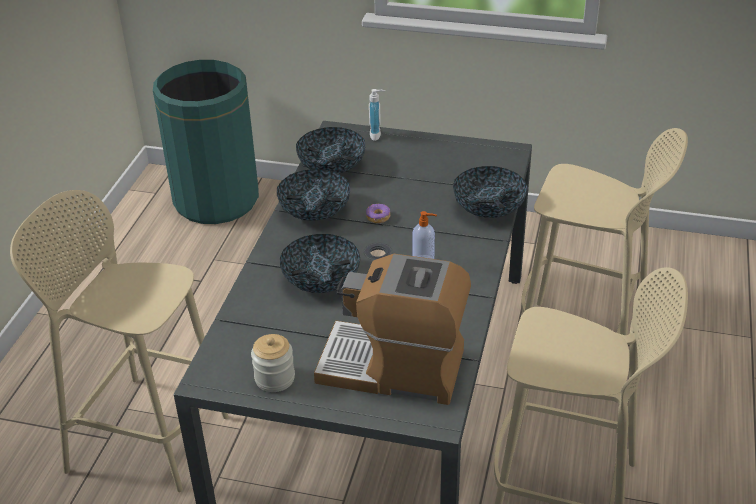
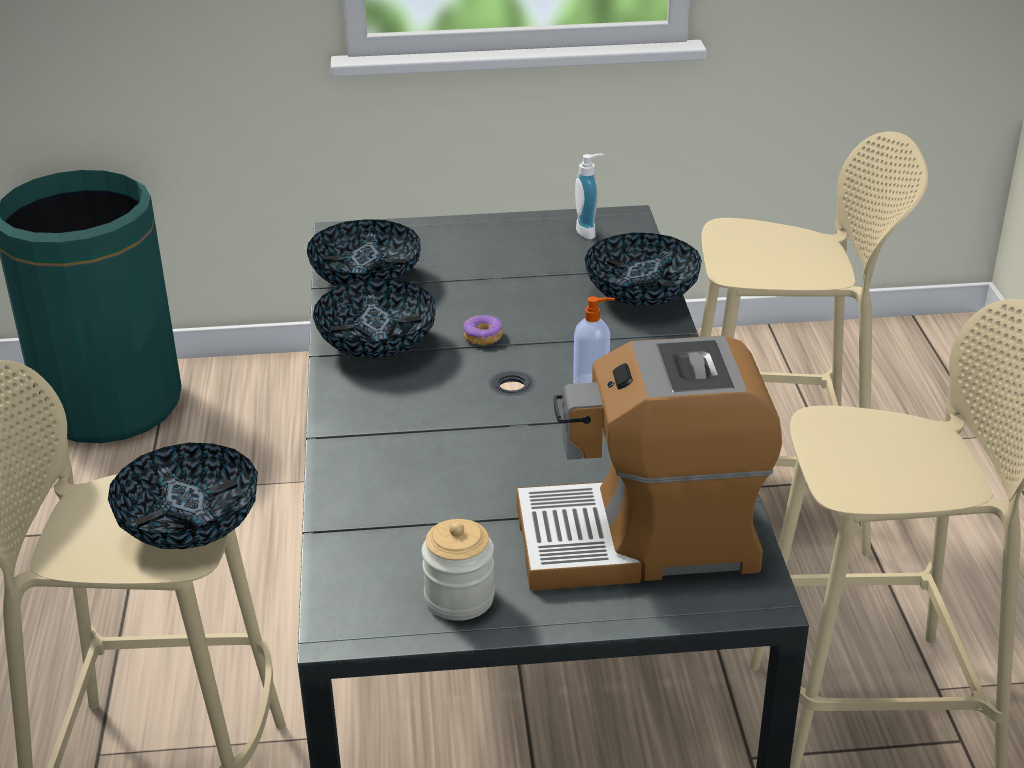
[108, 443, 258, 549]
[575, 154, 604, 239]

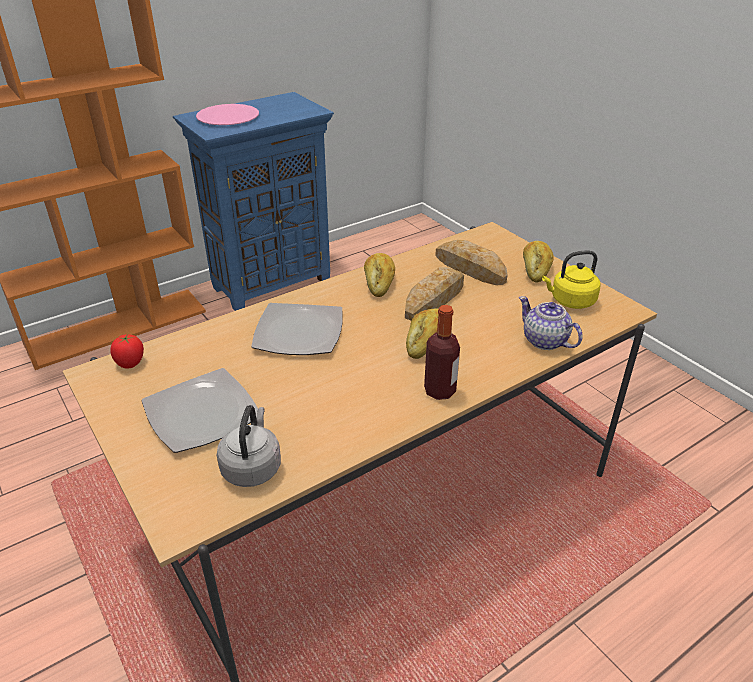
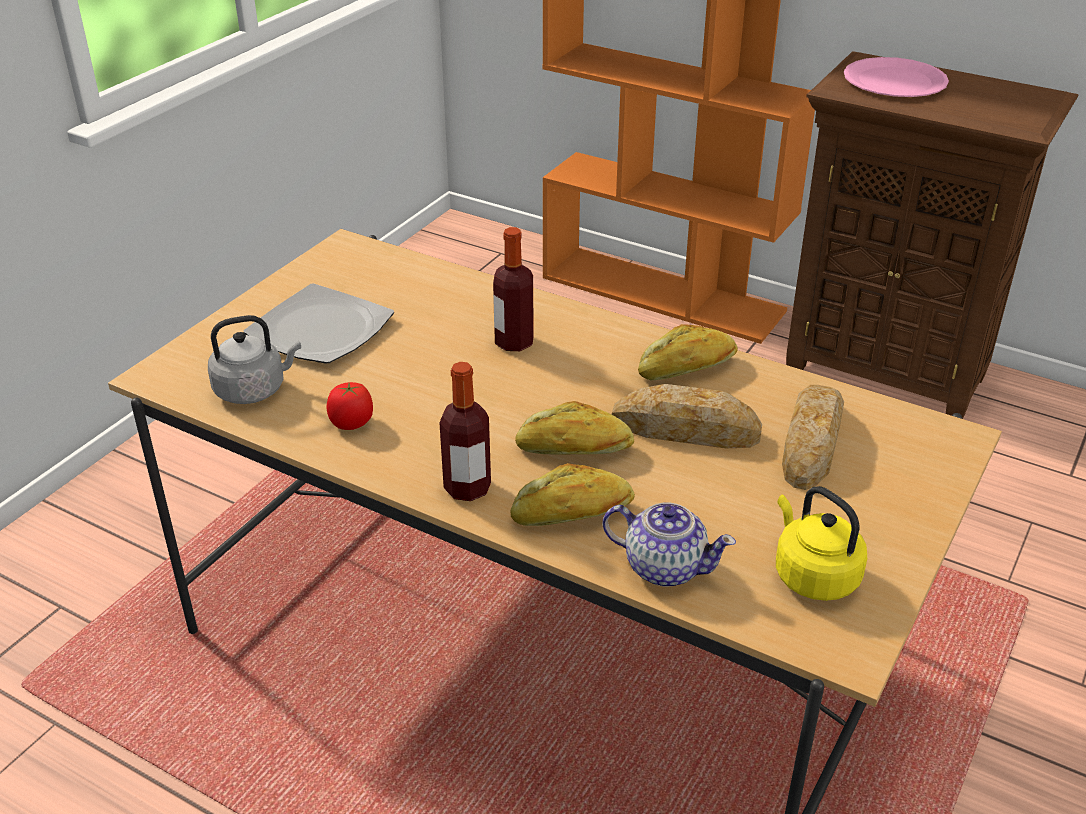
[326, 382, 373, 430]
[510, 463, 635, 526]
[493, 227, 534, 351]
[786, 51, 1079, 419]
[603, 503, 736, 586]

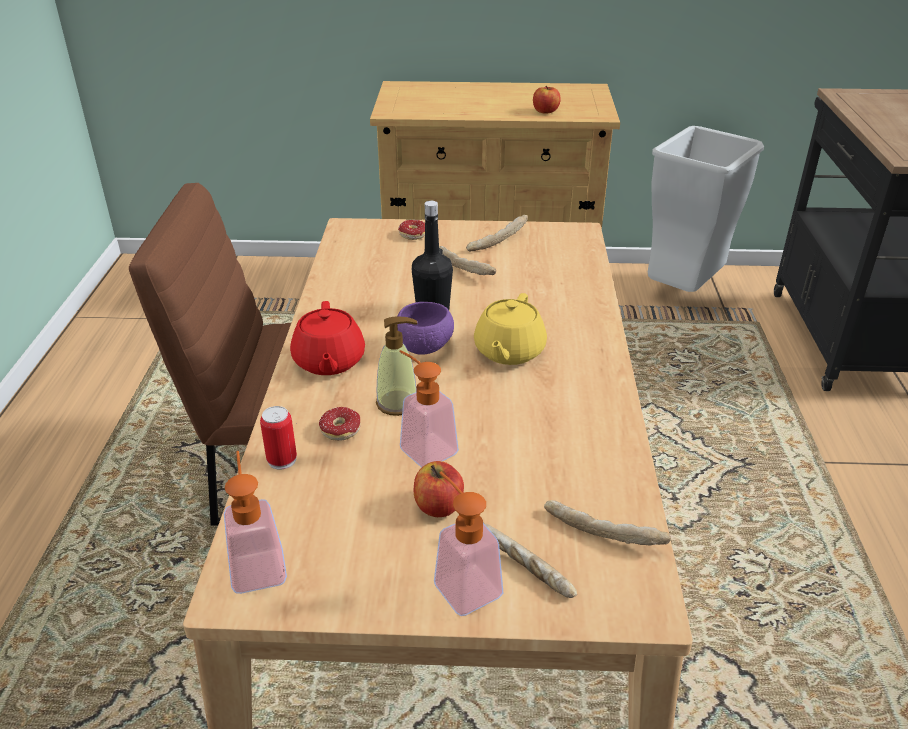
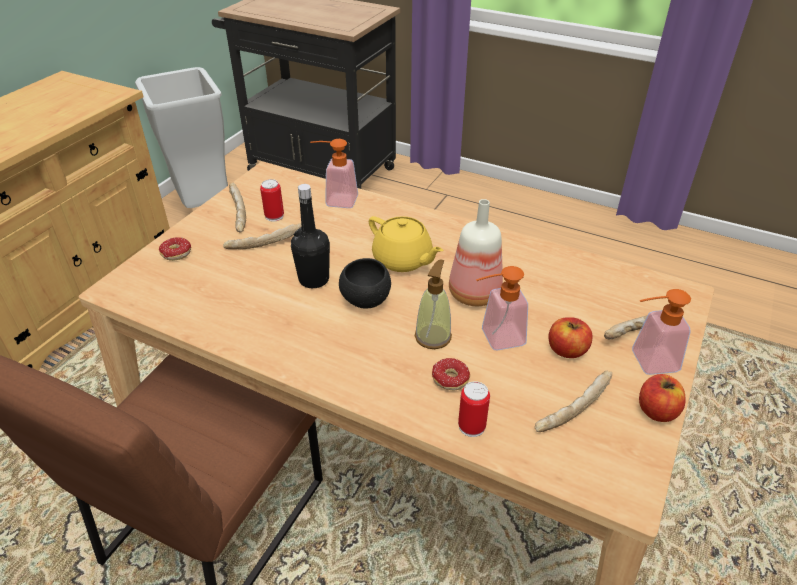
[290, 301, 365, 375] (first image)
[260, 179, 284, 222]
[449, 199, 503, 306]
[310, 139, 358, 208]
[639, 374, 686, 422]
[534, 371, 612, 432]
[339, 258, 391, 309]

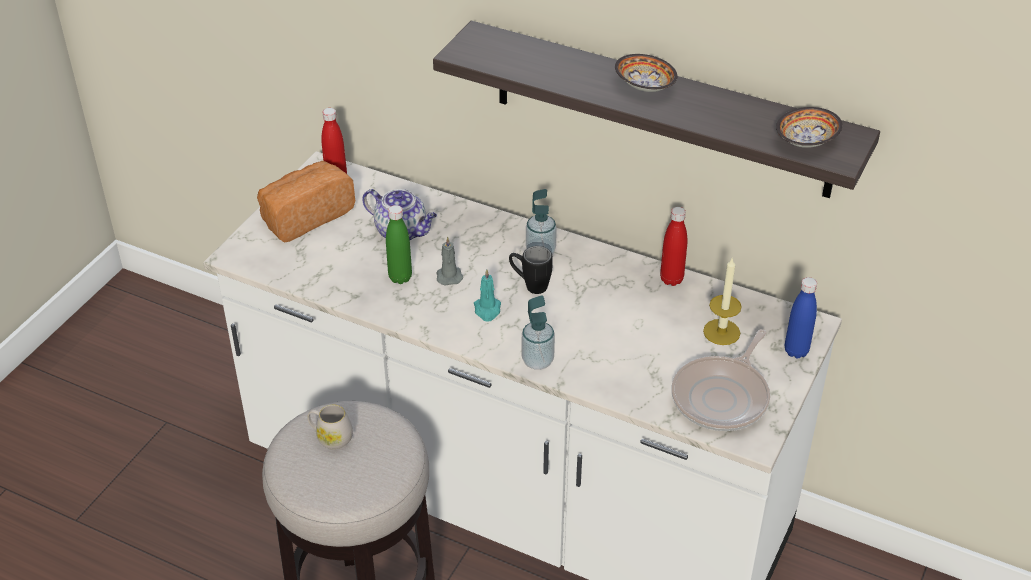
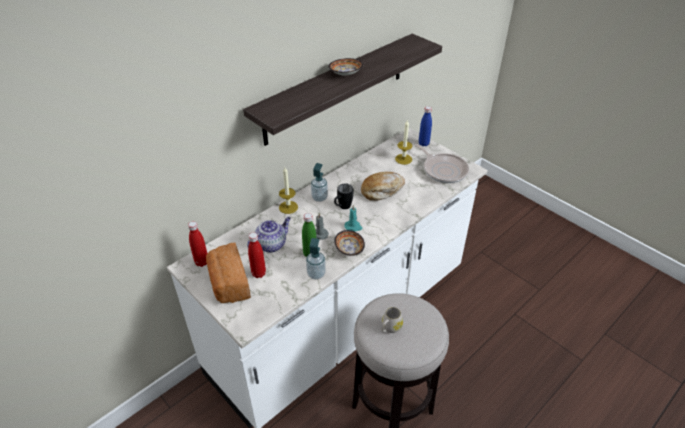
[279, 168, 298, 214]
[361, 172, 405, 201]
[306, 238, 326, 279]
[248, 232, 266, 278]
[334, 230, 365, 256]

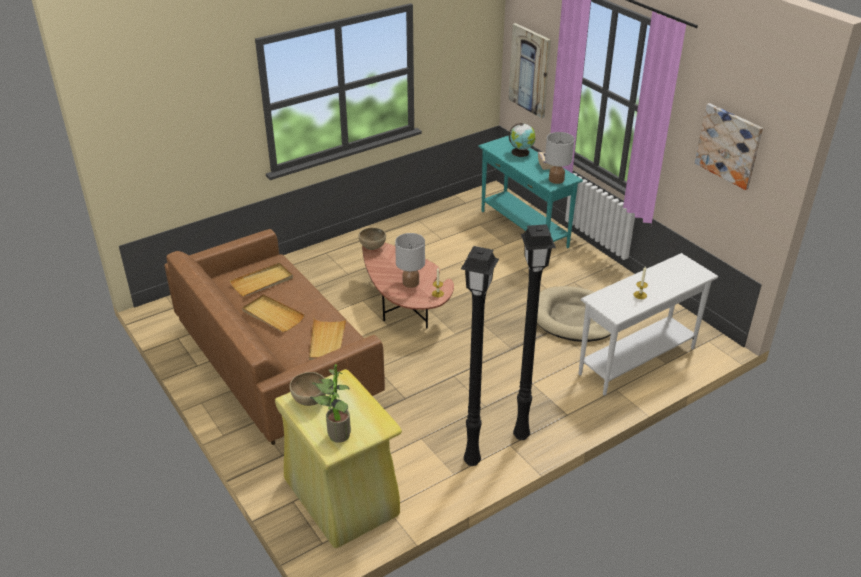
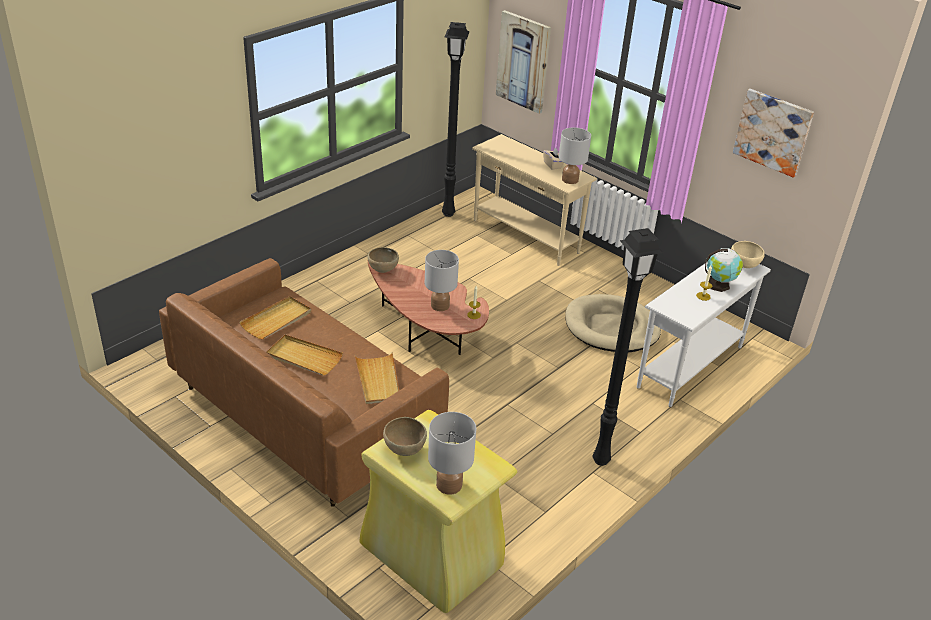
[731, 241, 765, 268]
[442, 22, 470, 217]
[705, 248, 743, 292]
[428, 412, 476, 495]
[472, 134, 597, 266]

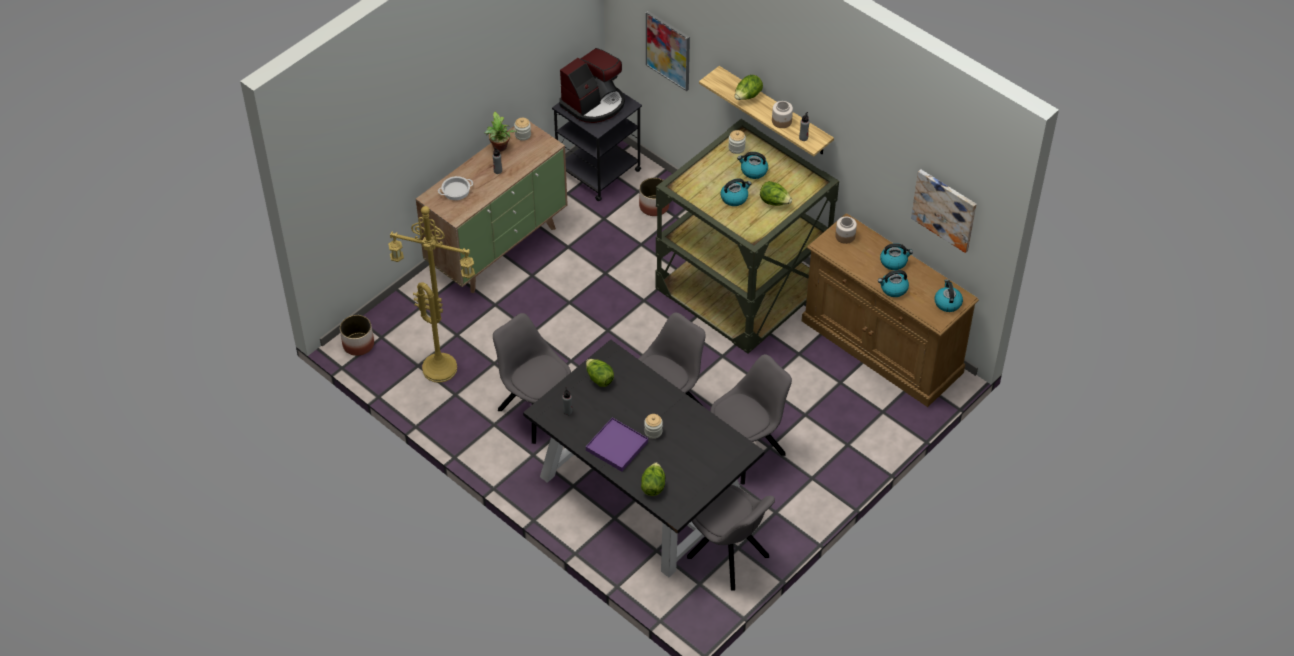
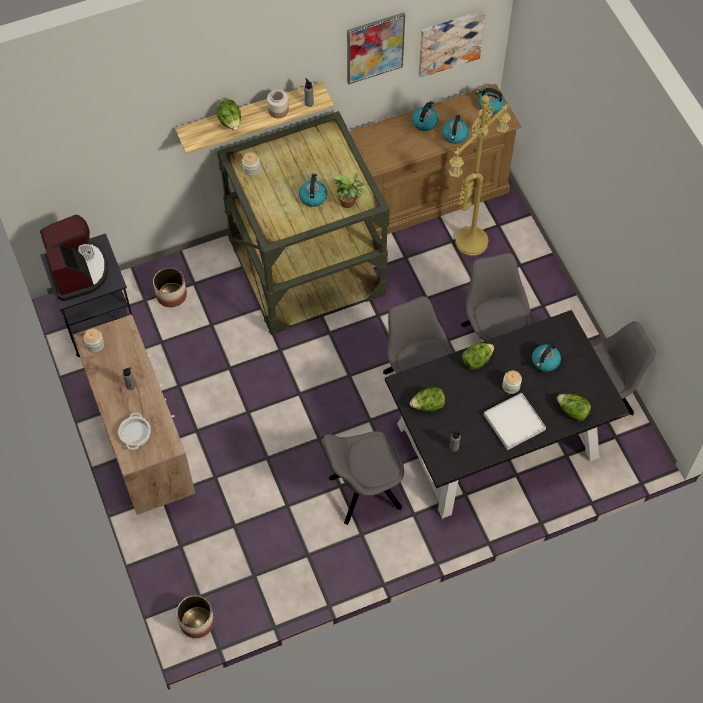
[835, 217, 857, 244] (first image)
[448, 95, 511, 256]
[333, 173, 365, 208]
[347, 12, 405, 84]
[532, 343, 561, 372]
[462, 343, 494, 370]
[484, 393, 546, 450]

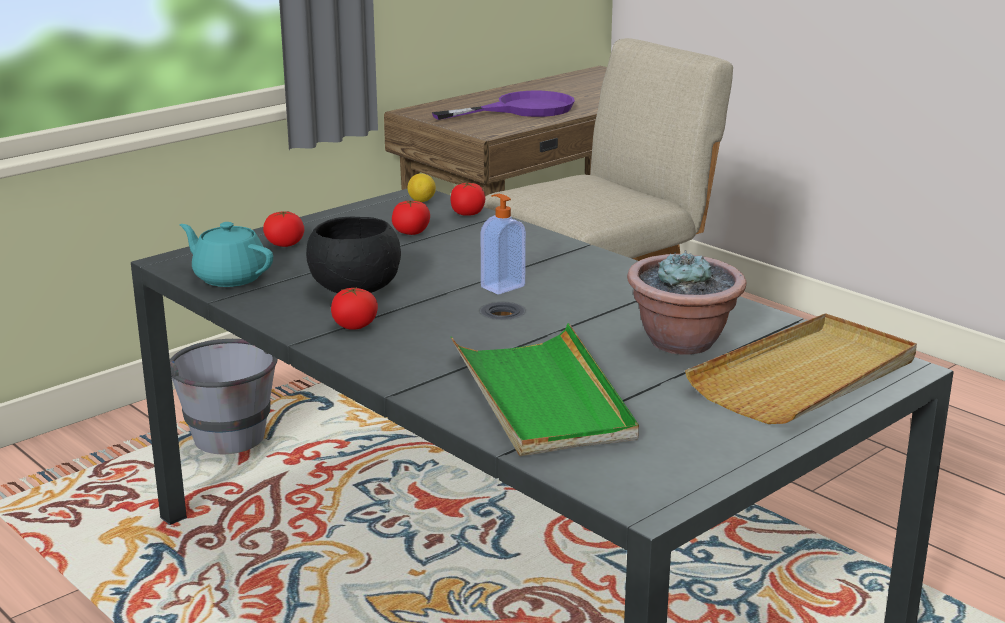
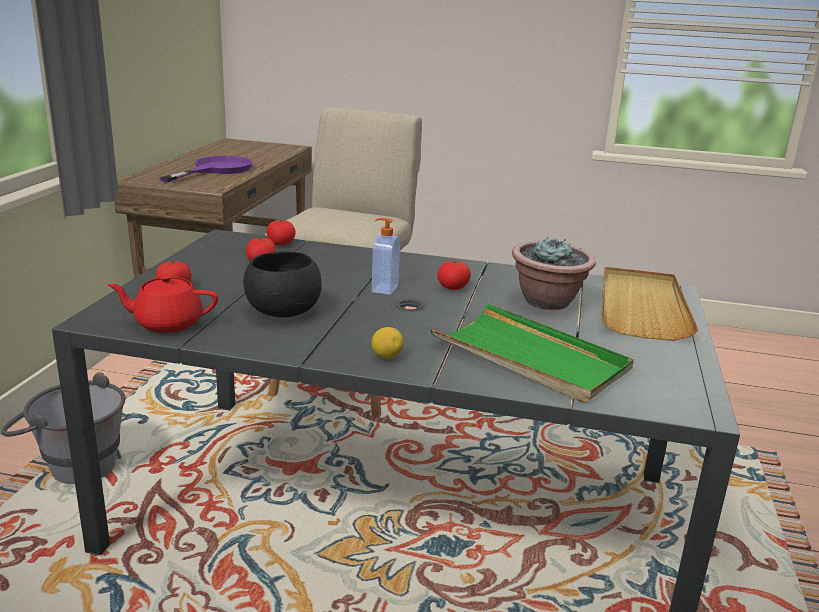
[437, 260, 471, 290]
[371, 327, 404, 359]
[108, 274, 218, 333]

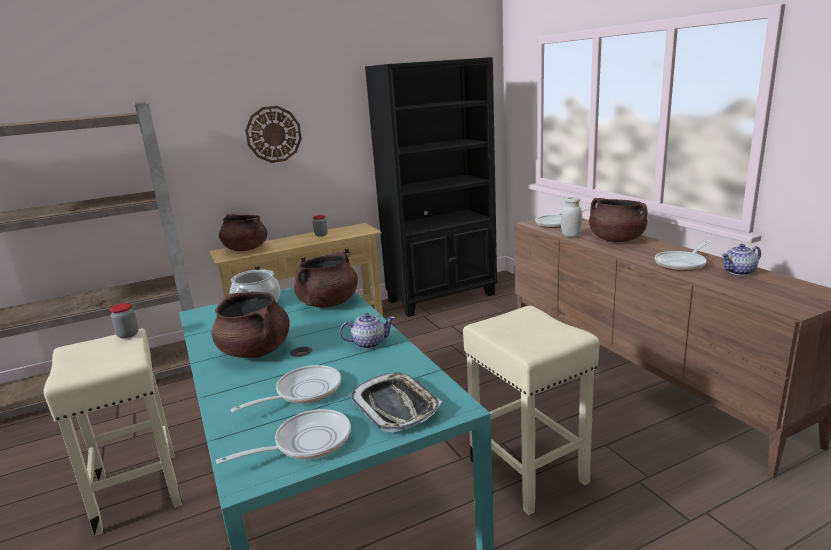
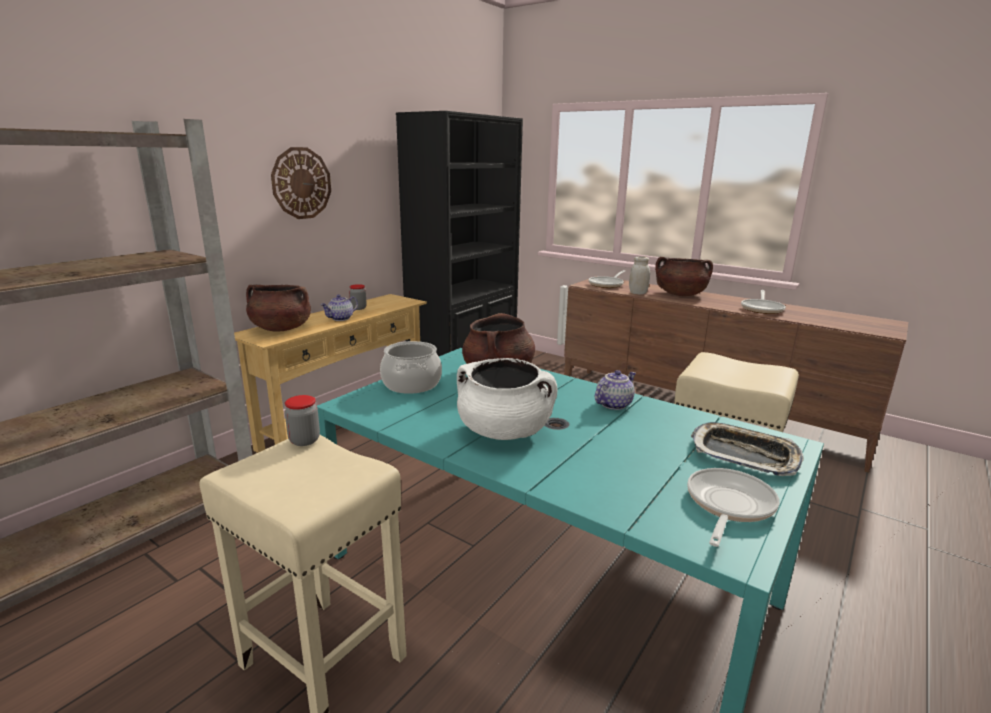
[231, 365, 341, 412] (first image)
[320, 294, 358, 321]
[457, 358, 558, 440]

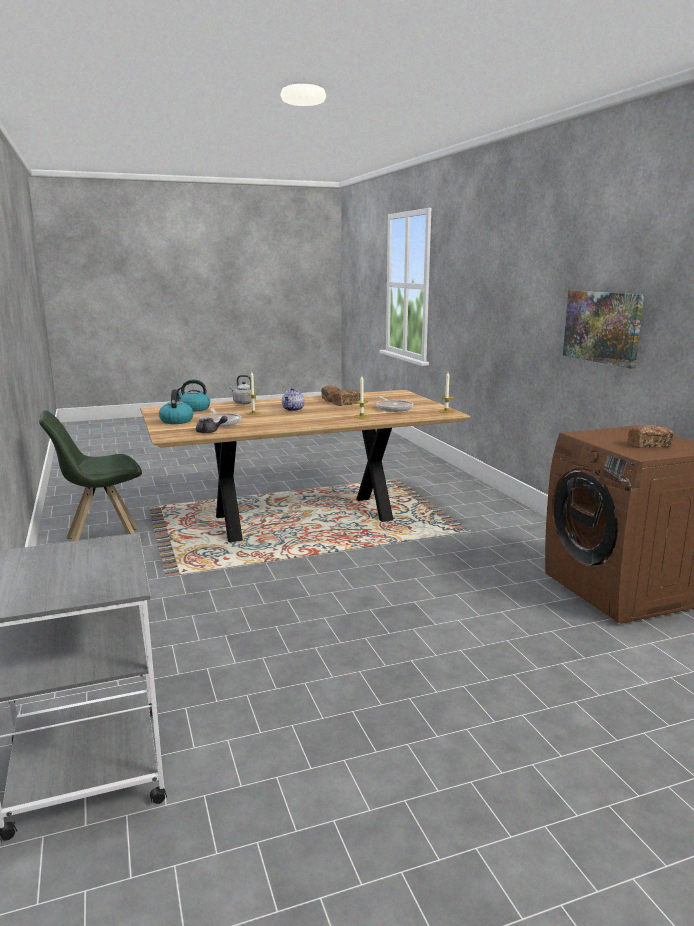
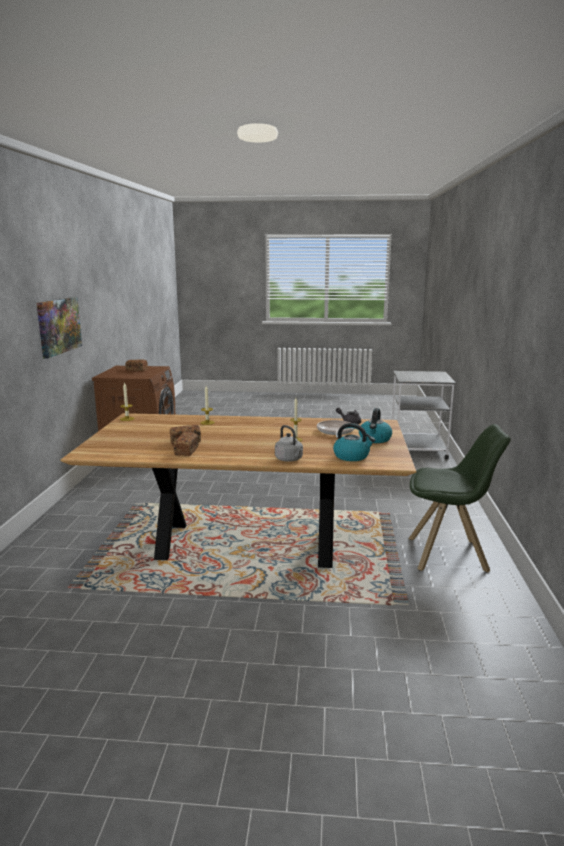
[282, 388, 305, 411] (first image)
[376, 396, 413, 412] (first image)

